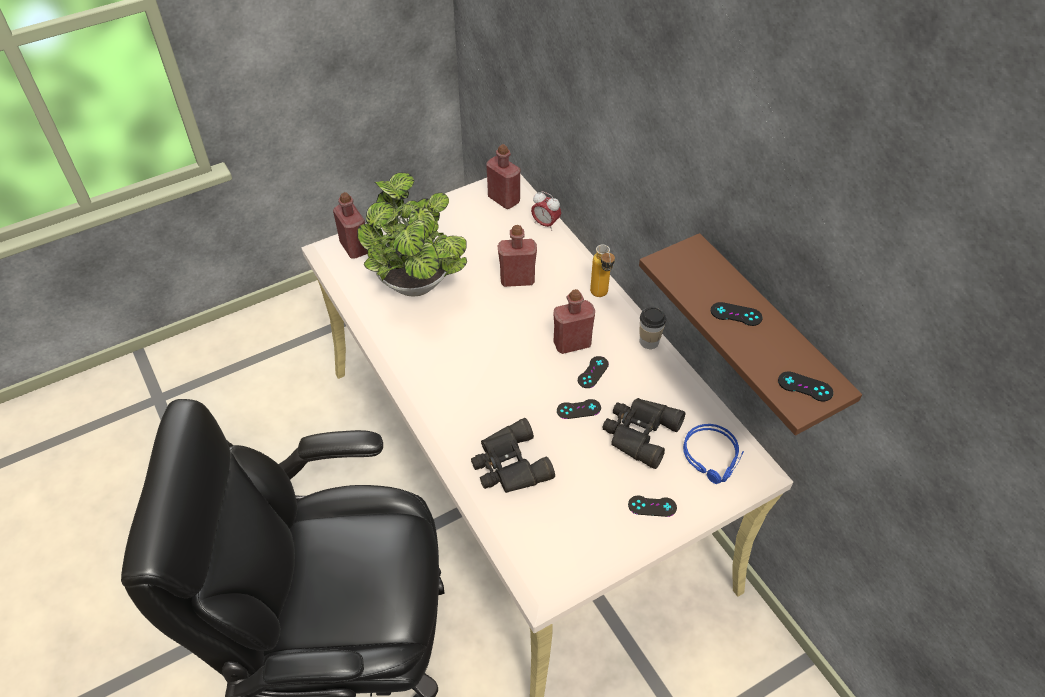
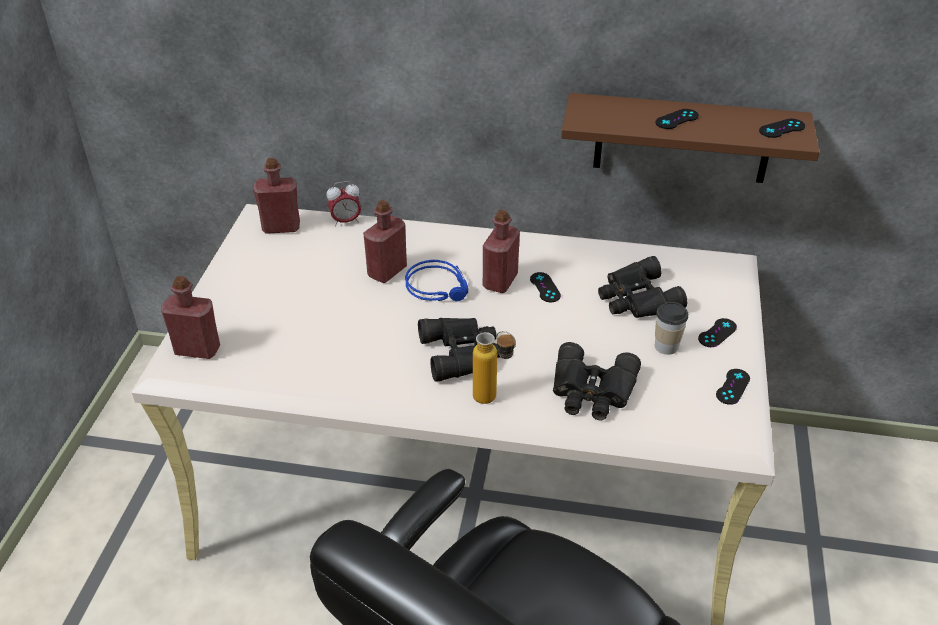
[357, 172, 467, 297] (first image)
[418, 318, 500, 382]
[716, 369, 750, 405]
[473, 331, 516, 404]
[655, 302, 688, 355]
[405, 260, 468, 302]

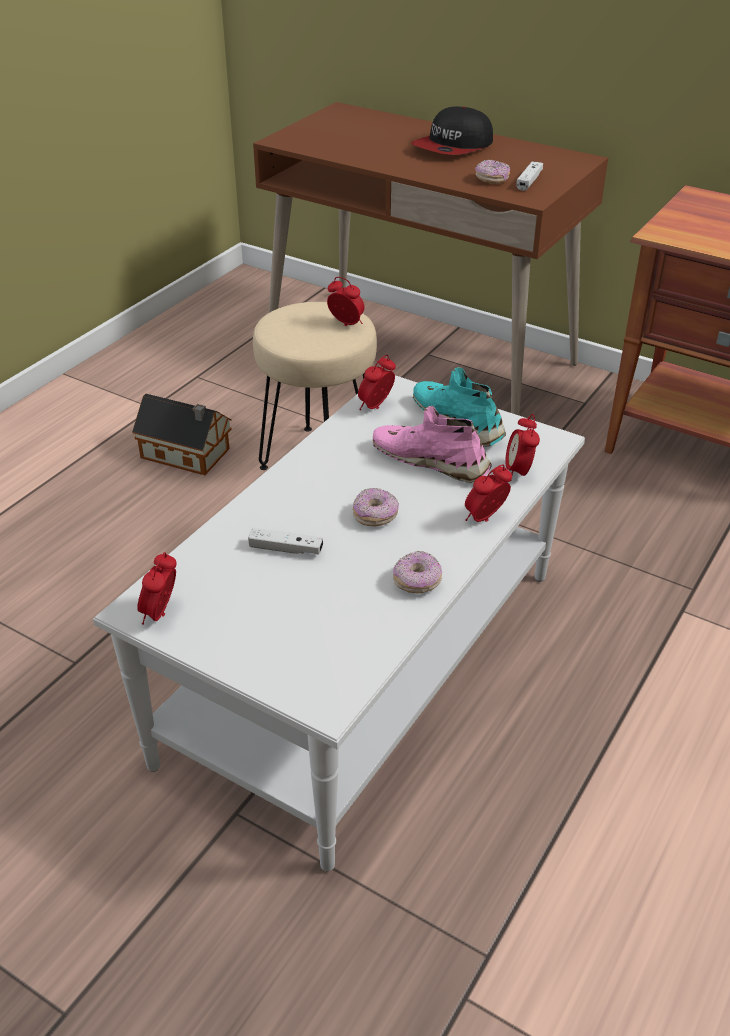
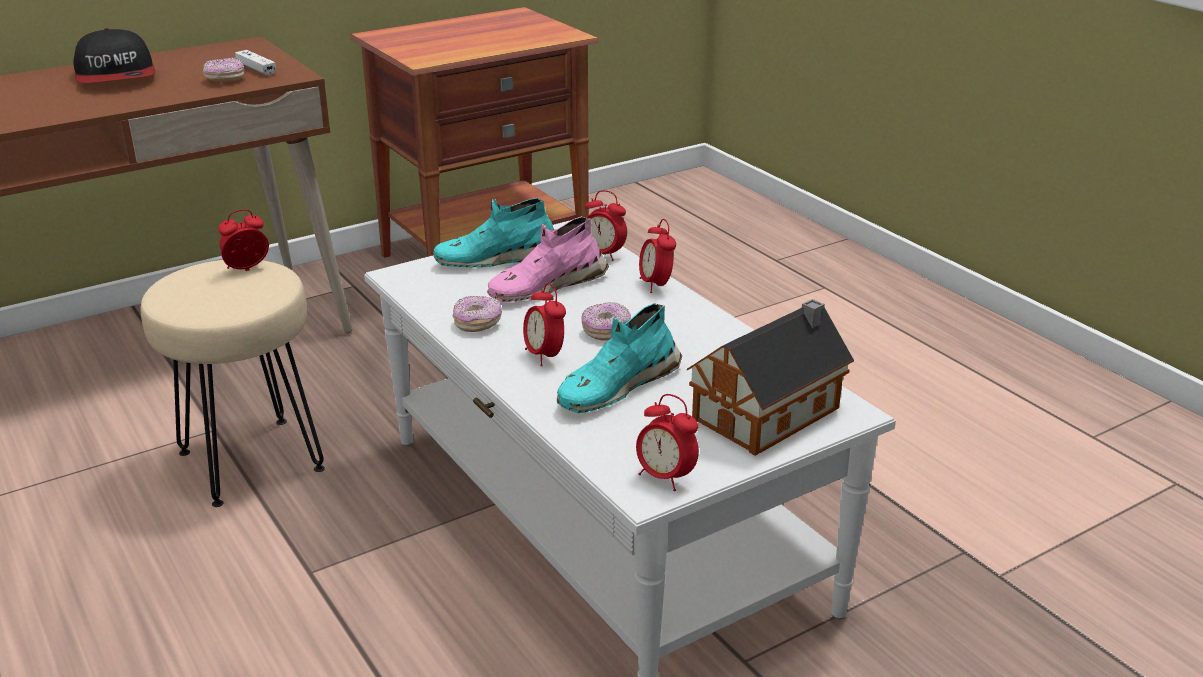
[687, 299, 854, 456]
[523, 283, 566, 366]
[453, 296, 502, 332]
[557, 303, 682, 413]

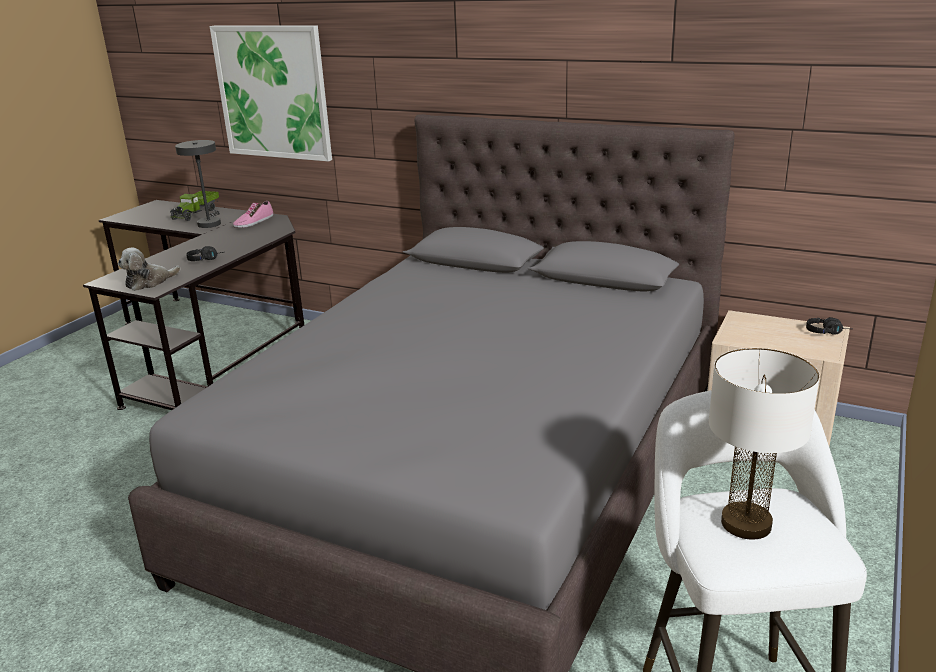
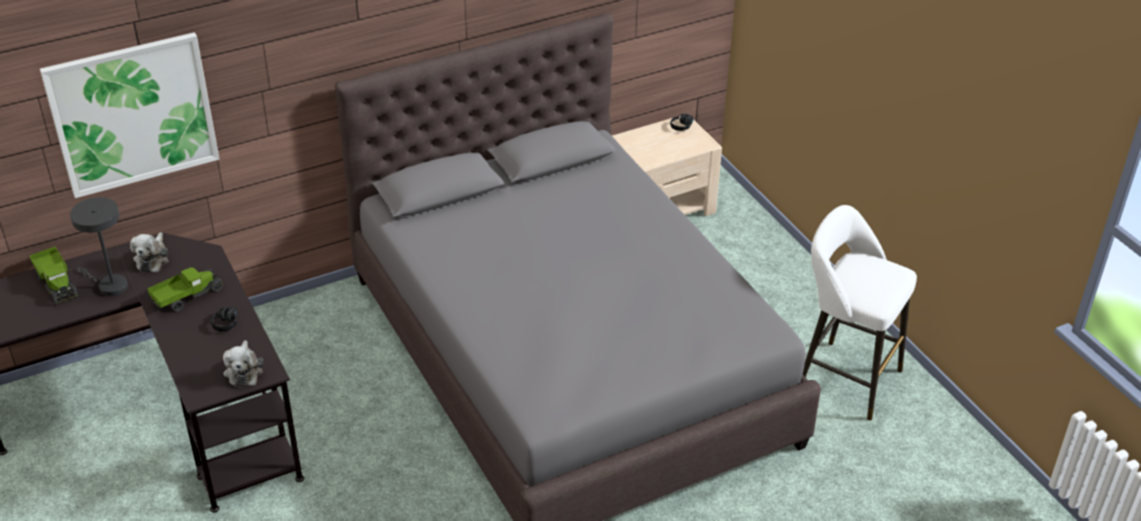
[709, 348, 820, 539] (first image)
[147, 267, 222, 311]
[130, 232, 168, 272]

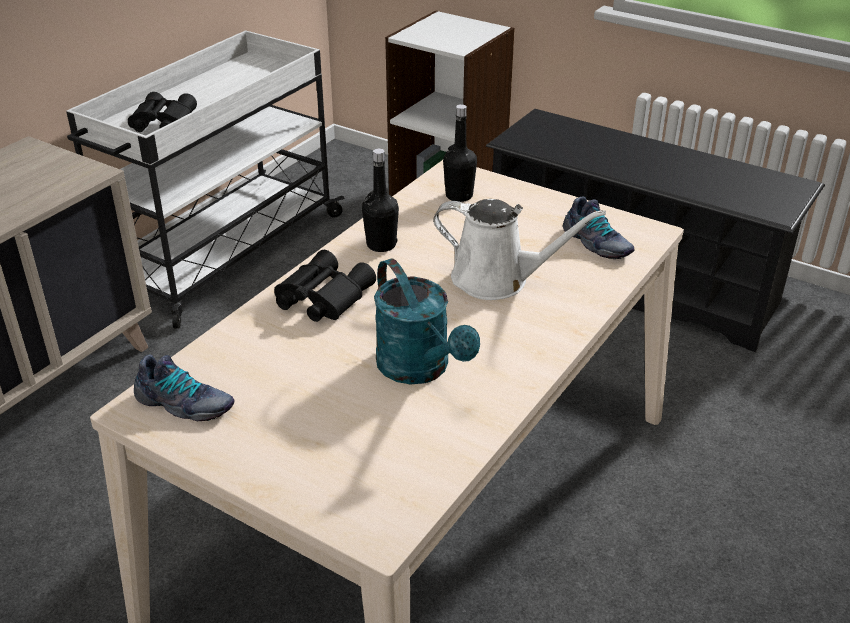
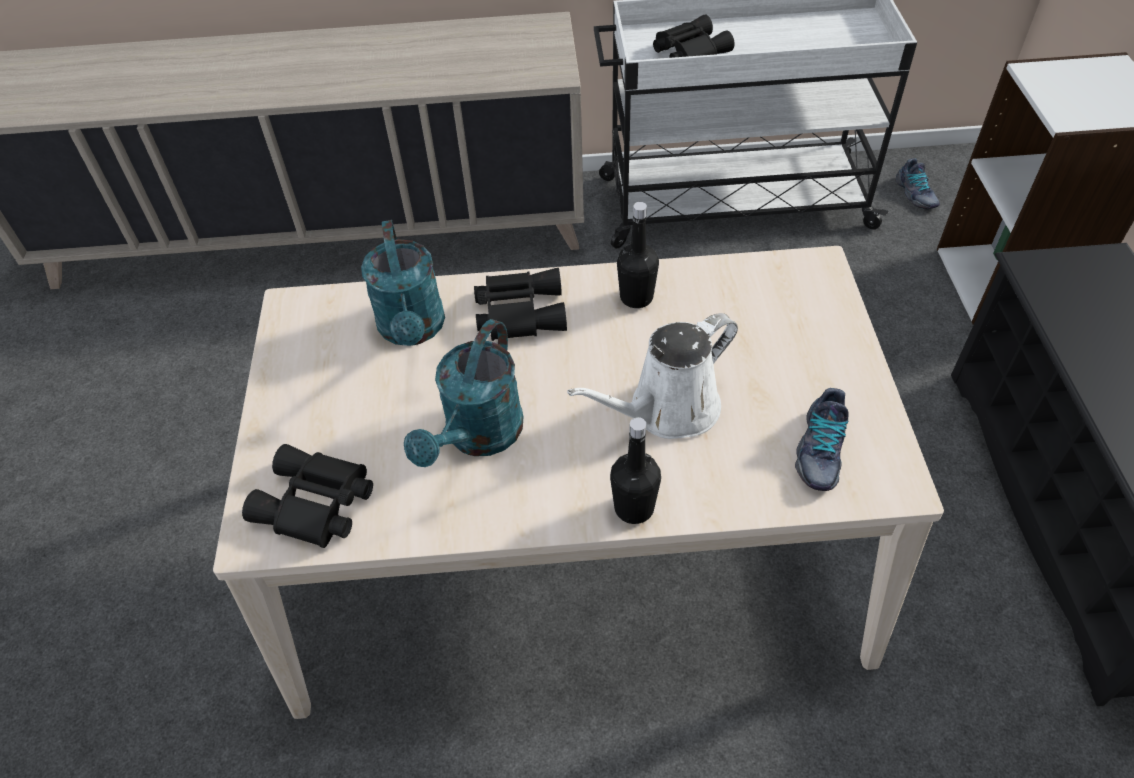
[242, 444, 373, 548]
[361, 220, 445, 346]
[896, 158, 940, 209]
[610, 417, 661, 524]
[567, 313, 738, 439]

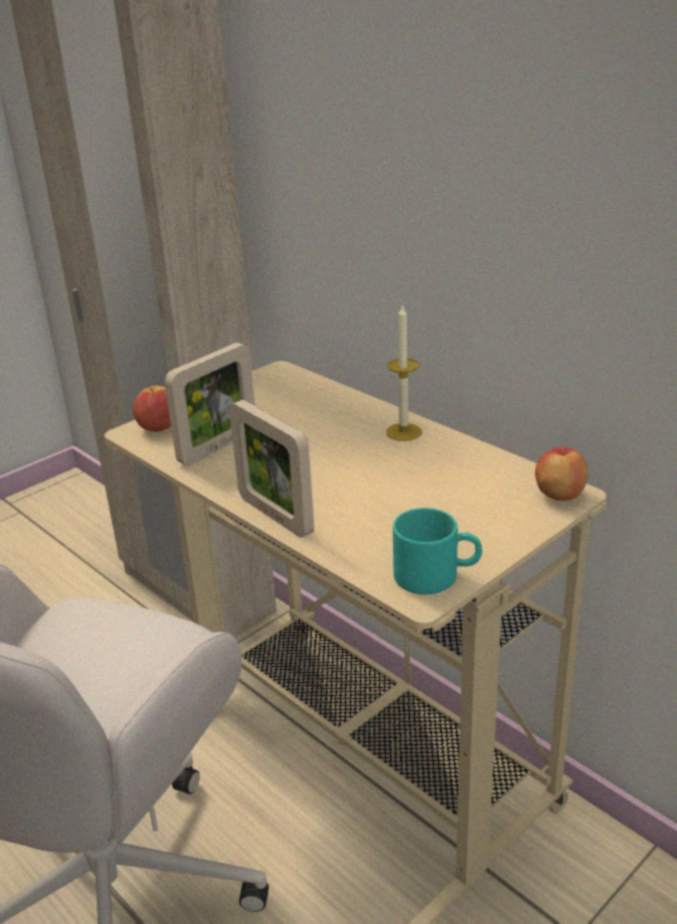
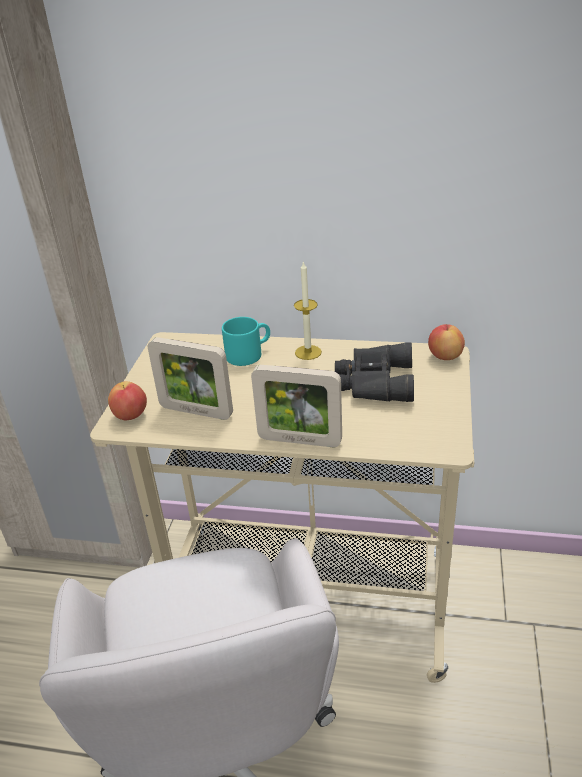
[335, 342, 414, 402]
[222, 317, 270, 366]
[148, 337, 233, 420]

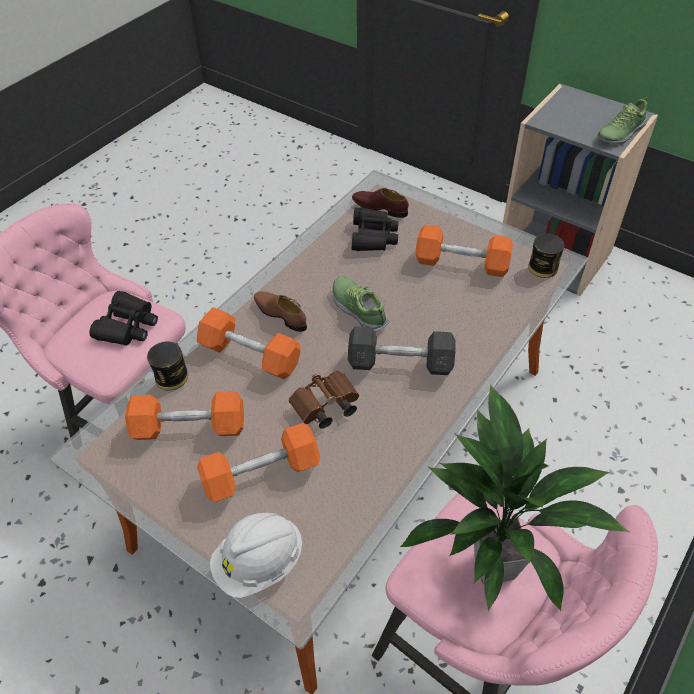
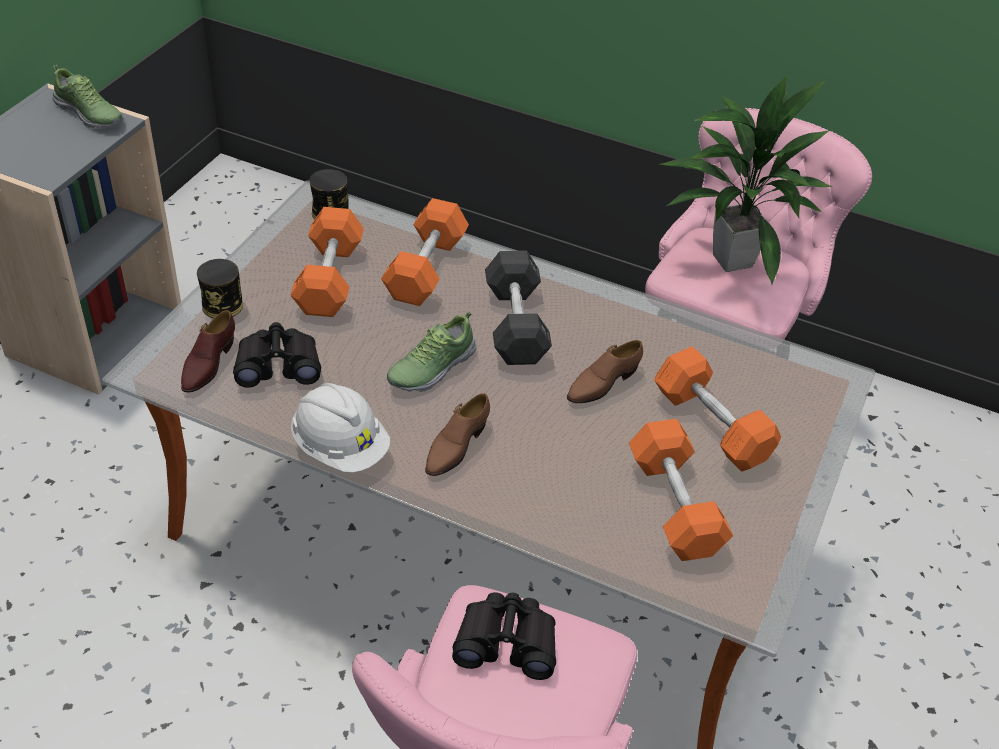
[197, 259, 243, 318]
[381, 198, 469, 306]
[291, 383, 390, 473]
[567, 340, 643, 403]

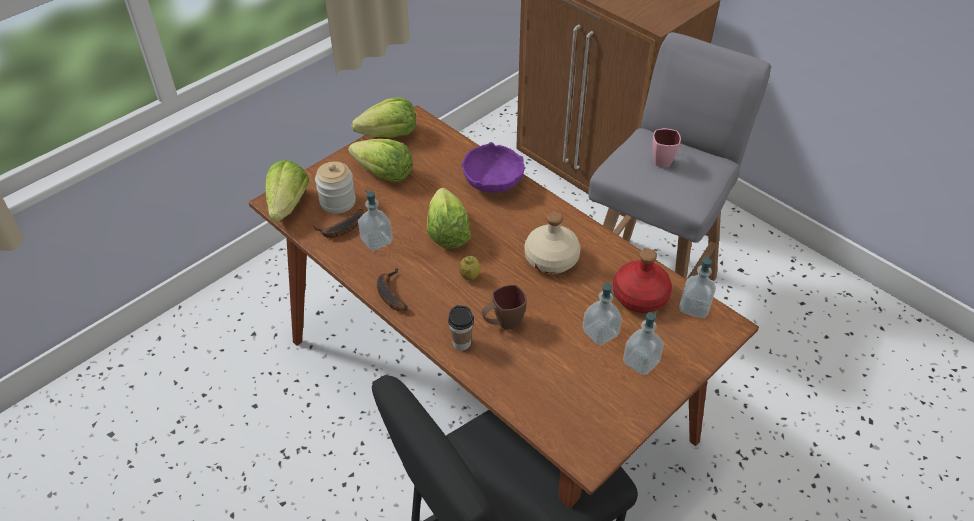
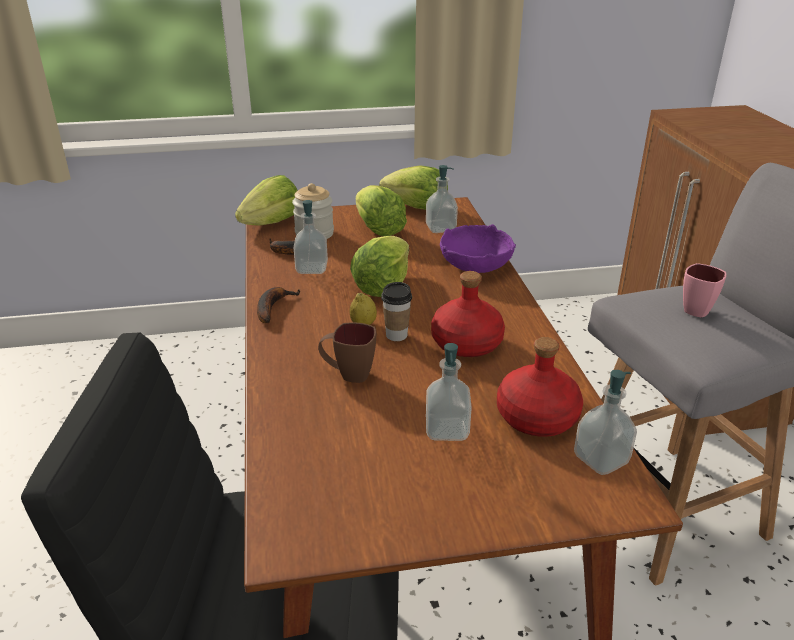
[381, 282, 412, 341]
[426, 165, 458, 233]
[431, 271, 505, 357]

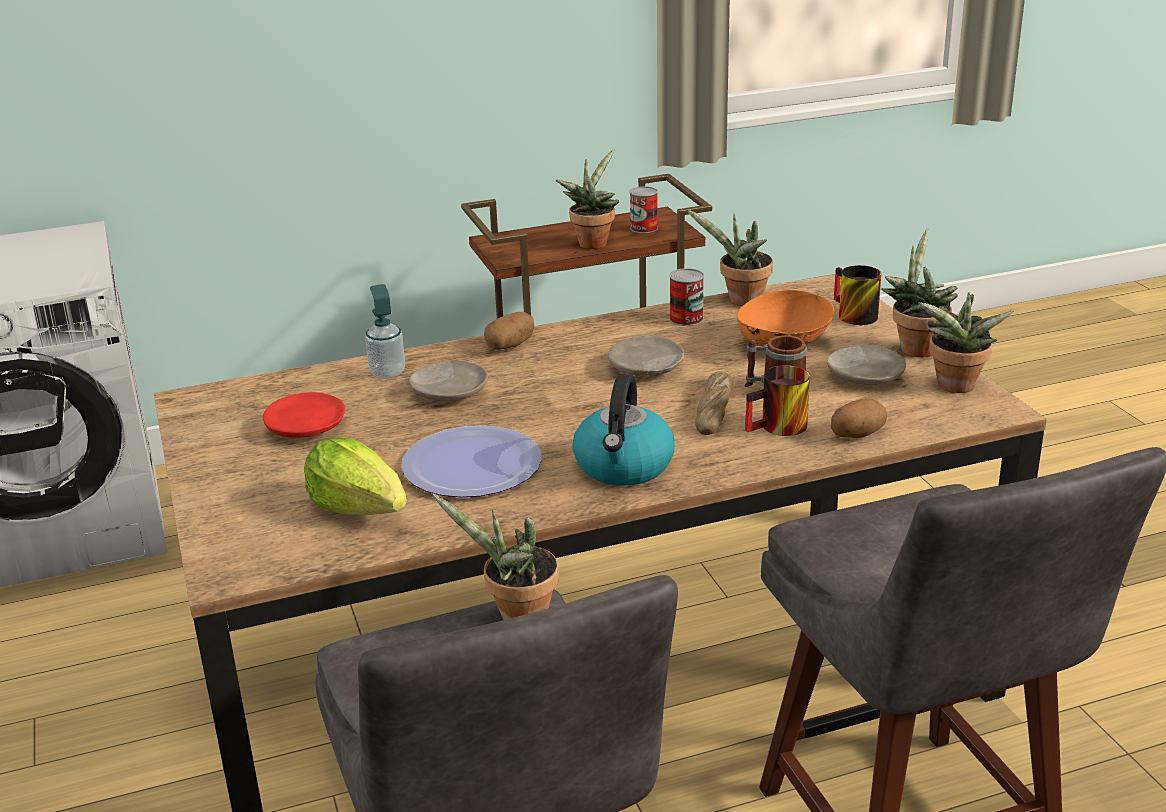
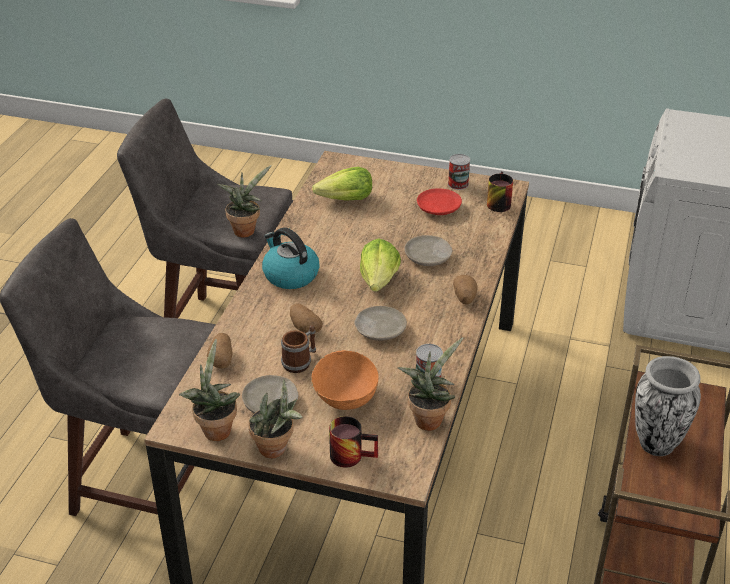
[365, 284, 405, 379] (first image)
[401, 425, 542, 497] (first image)
[360, 238, 401, 292]
[448, 154, 470, 190]
[487, 172, 513, 212]
[635, 356, 701, 456]
[290, 303, 323, 333]

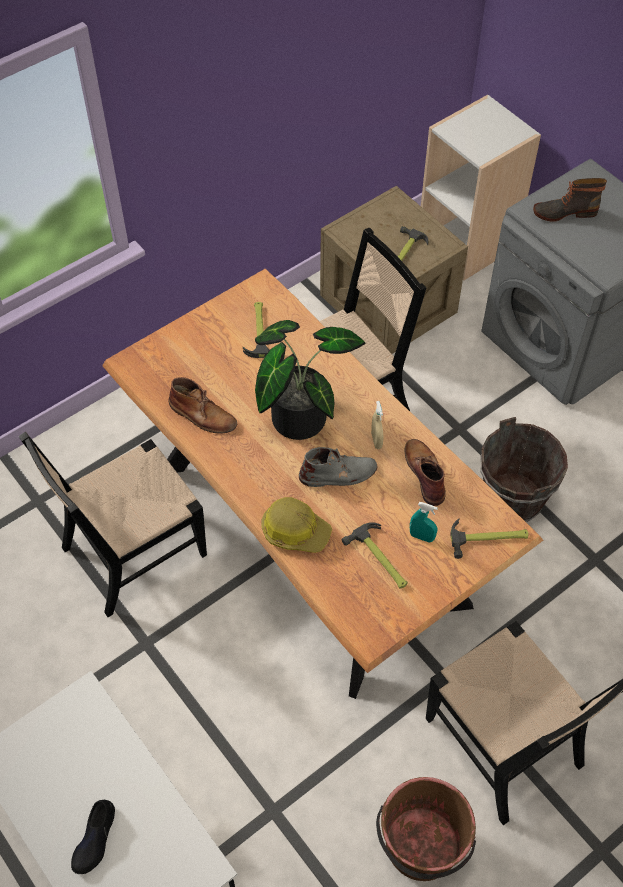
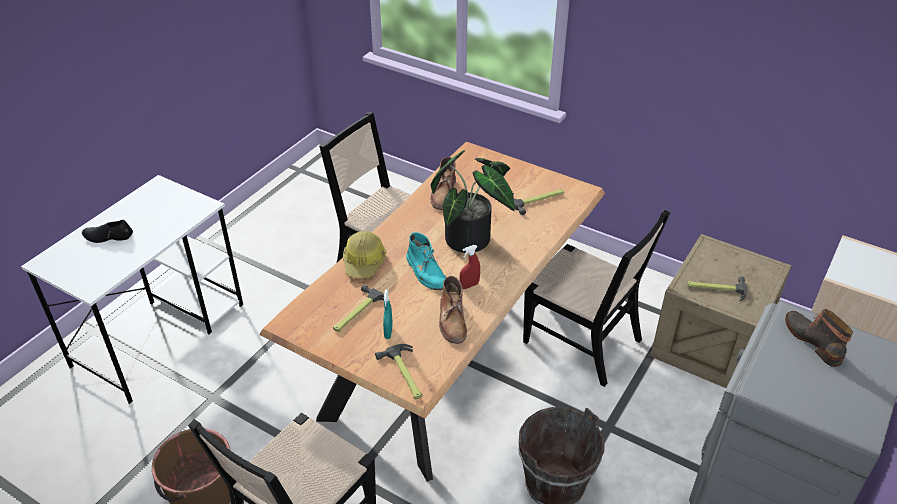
[406, 232, 446, 290]
[460, 245, 480, 289]
[439, 276, 467, 344]

